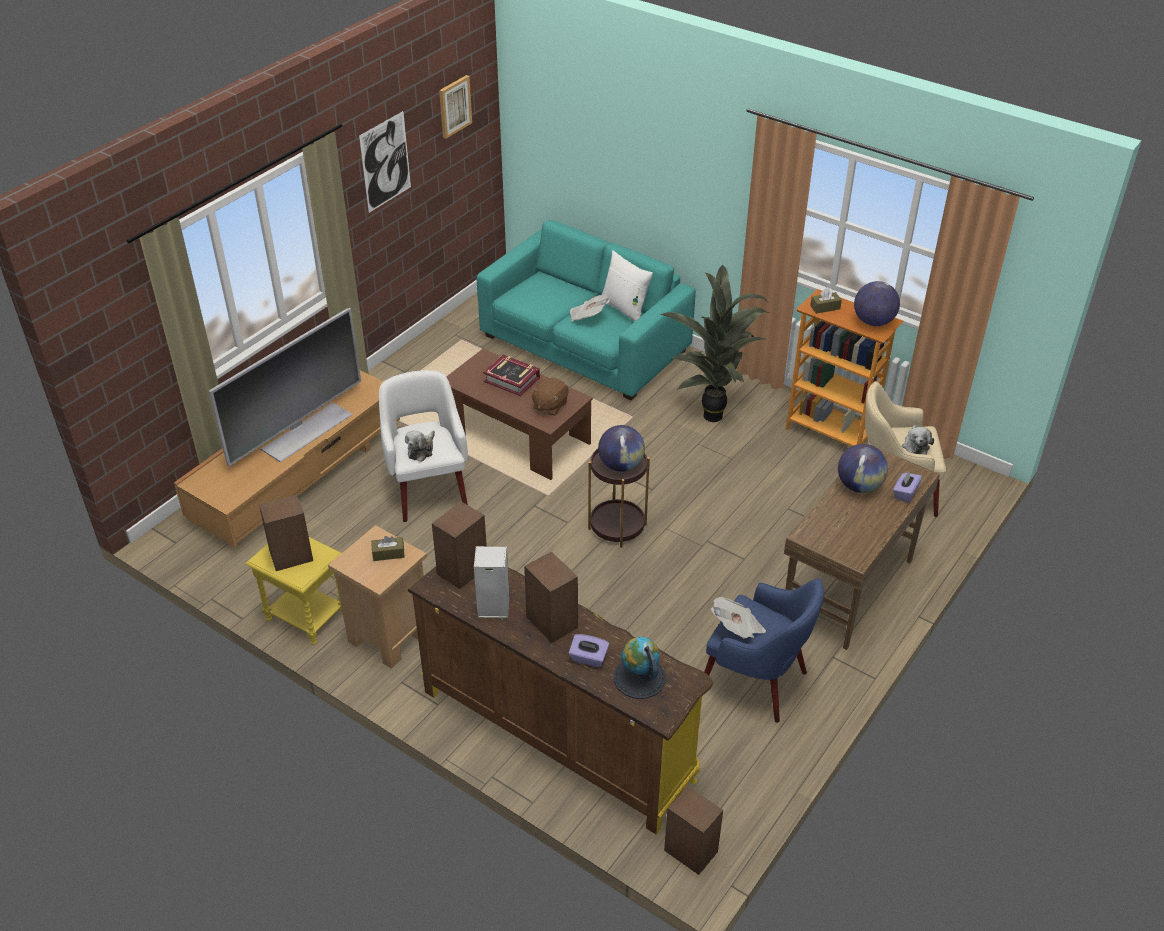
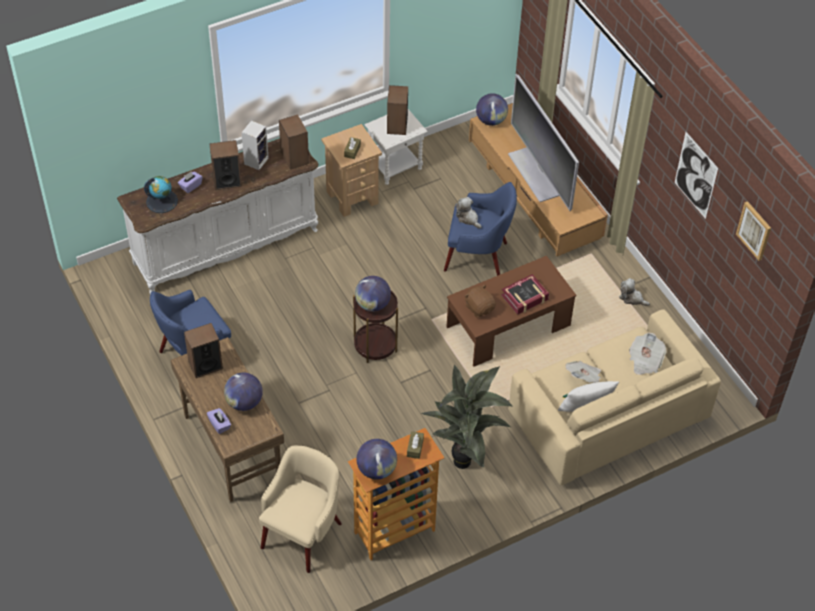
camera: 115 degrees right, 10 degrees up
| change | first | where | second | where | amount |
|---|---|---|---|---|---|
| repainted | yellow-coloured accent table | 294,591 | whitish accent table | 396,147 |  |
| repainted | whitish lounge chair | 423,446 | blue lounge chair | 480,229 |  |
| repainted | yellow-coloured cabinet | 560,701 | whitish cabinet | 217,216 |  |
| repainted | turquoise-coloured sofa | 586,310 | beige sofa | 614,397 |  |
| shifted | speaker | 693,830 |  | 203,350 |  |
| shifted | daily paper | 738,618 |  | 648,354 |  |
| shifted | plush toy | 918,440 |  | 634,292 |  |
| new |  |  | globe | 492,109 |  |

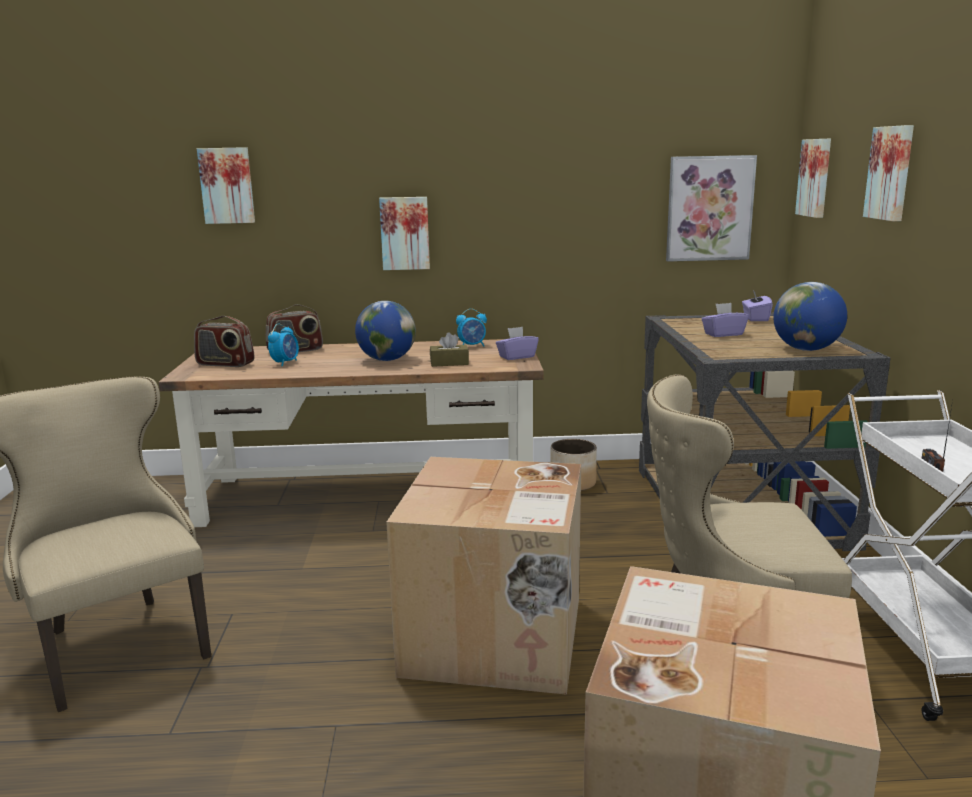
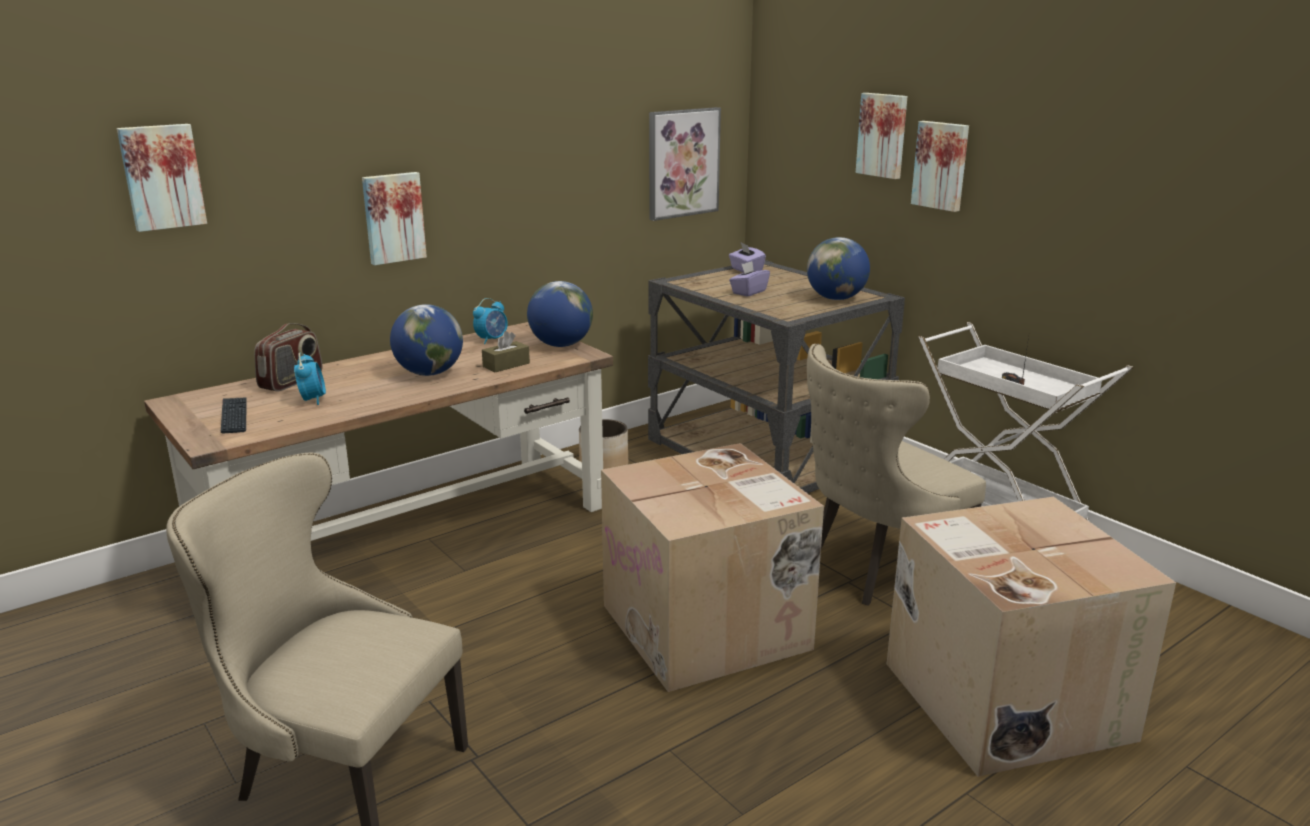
camera: 35 degrees left, 5 degrees up
| change | first | where | second | where | amount |
|---|---|---|---|---|---|
| swapped | radio receiver | 224,341 | keyboard | 233,415 |  |
| swapped | purple-coloured box of tissues | 517,343 | globe | 560,314 |  |
| shifted | wall art | 813,178 |  | 940,166 |  |

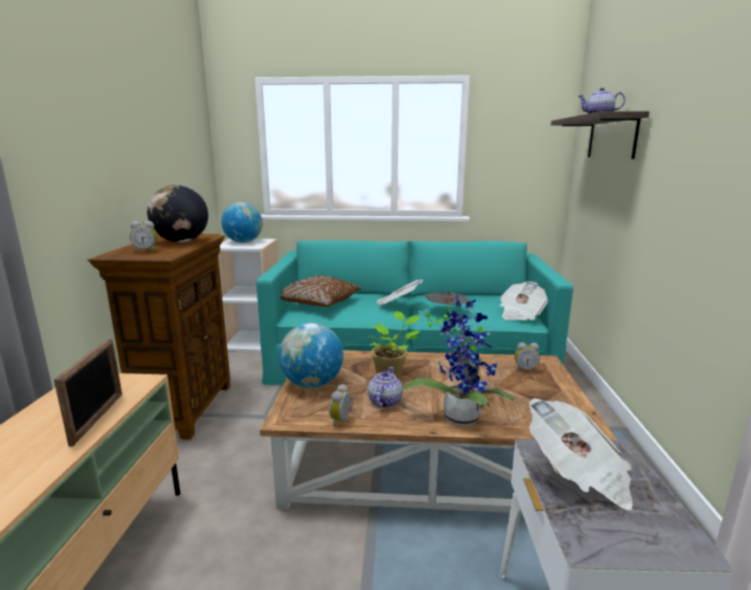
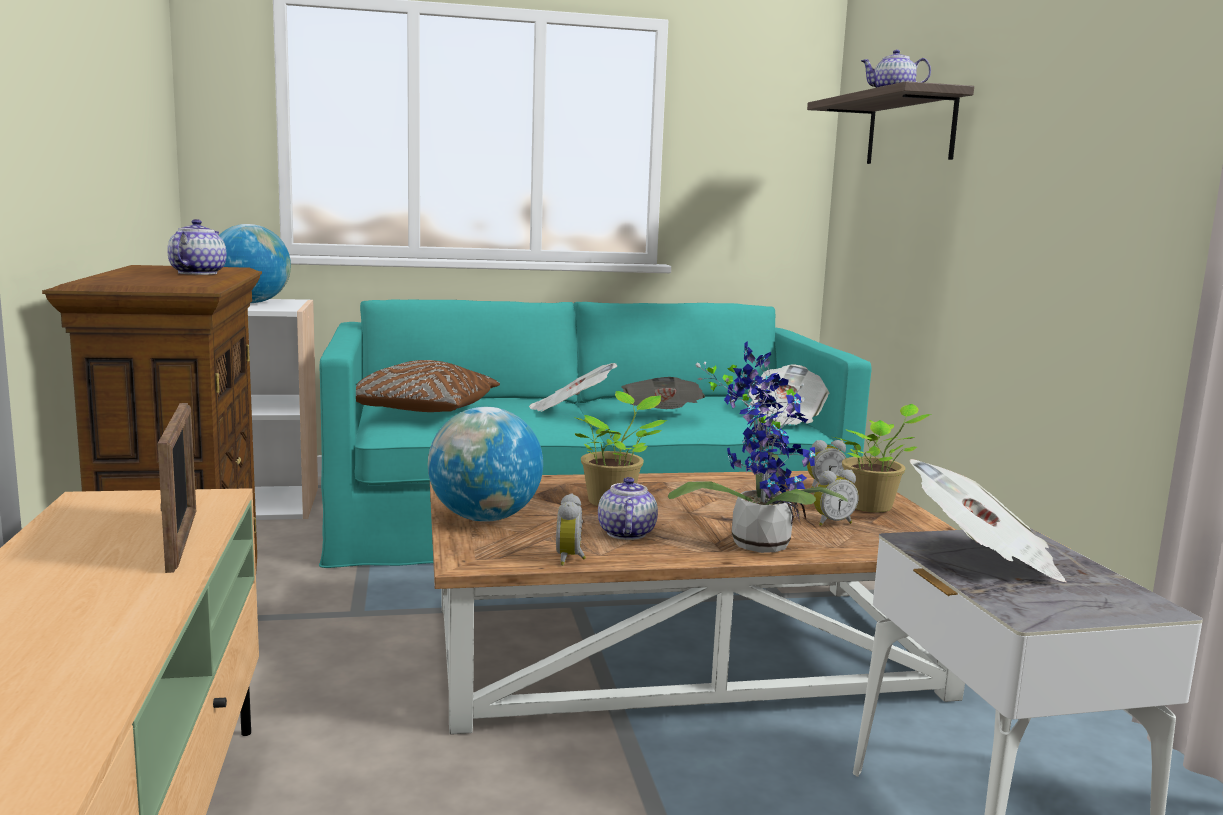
camera: 15 degrees left, 5 degrees down
| change | first | where | second | where | amount |
|---|---|---|---|---|---|
| shifted | table clock | 144,236 |  | 836,498 |  |
| swapped | globe | 177,213 | pot for tea | 197,247 |  |
| new |  |  | potted plant | 883,458 |  |

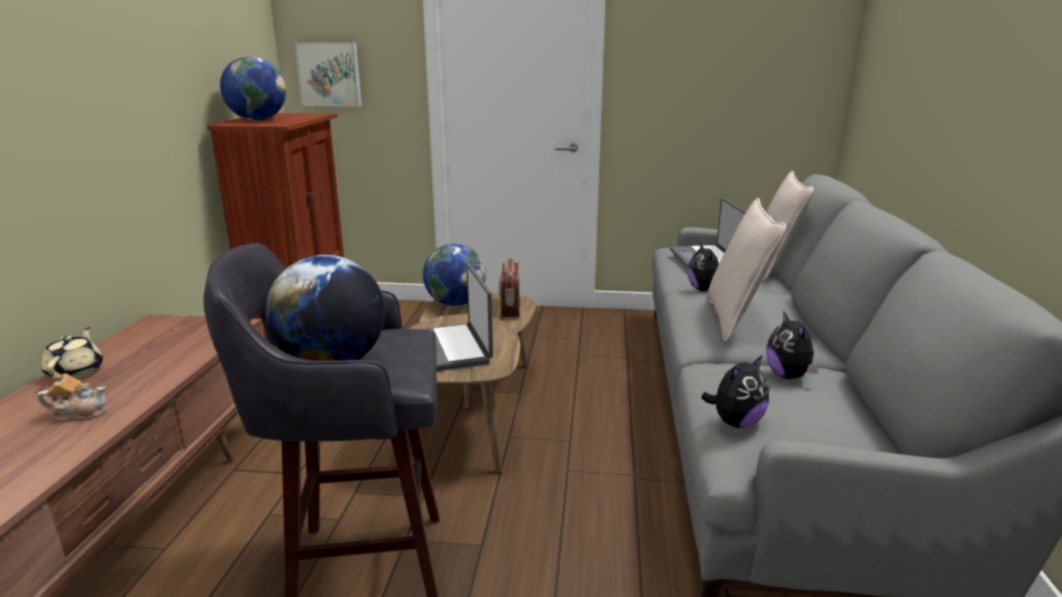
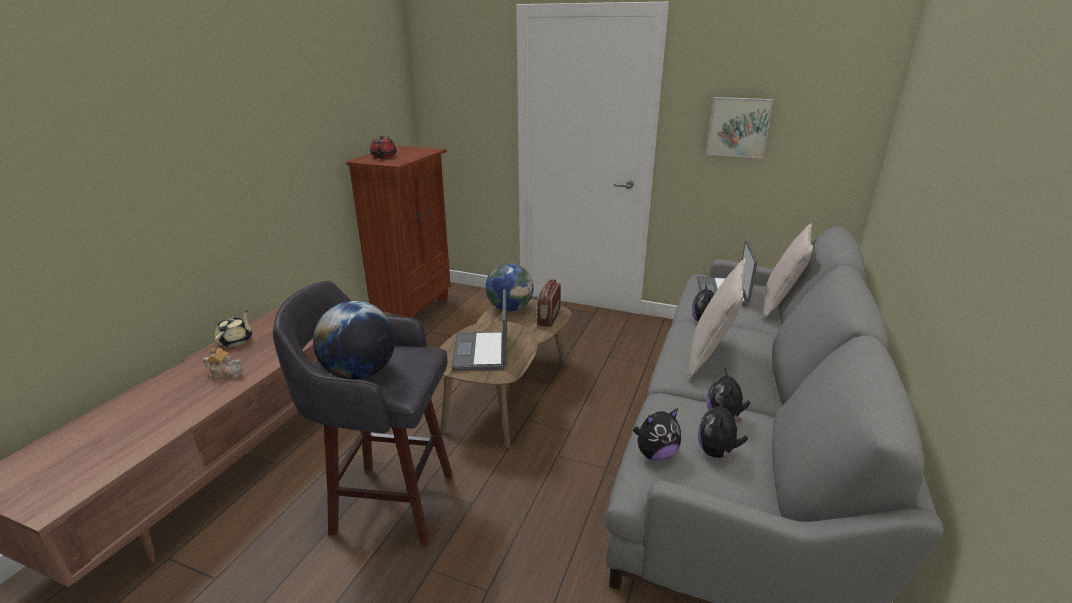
camera: 15 degrees right, 5 degrees up
| change | first | where | second | where | amount |
|---|---|---|---|---|---|
| swapped | globe | 253,89 | red-coloured pot for tea | 383,147 |  |
| shifted | wall art | 328,74 |  | 740,128 |  |
| new |  |  | plush toy | 723,429 |  |

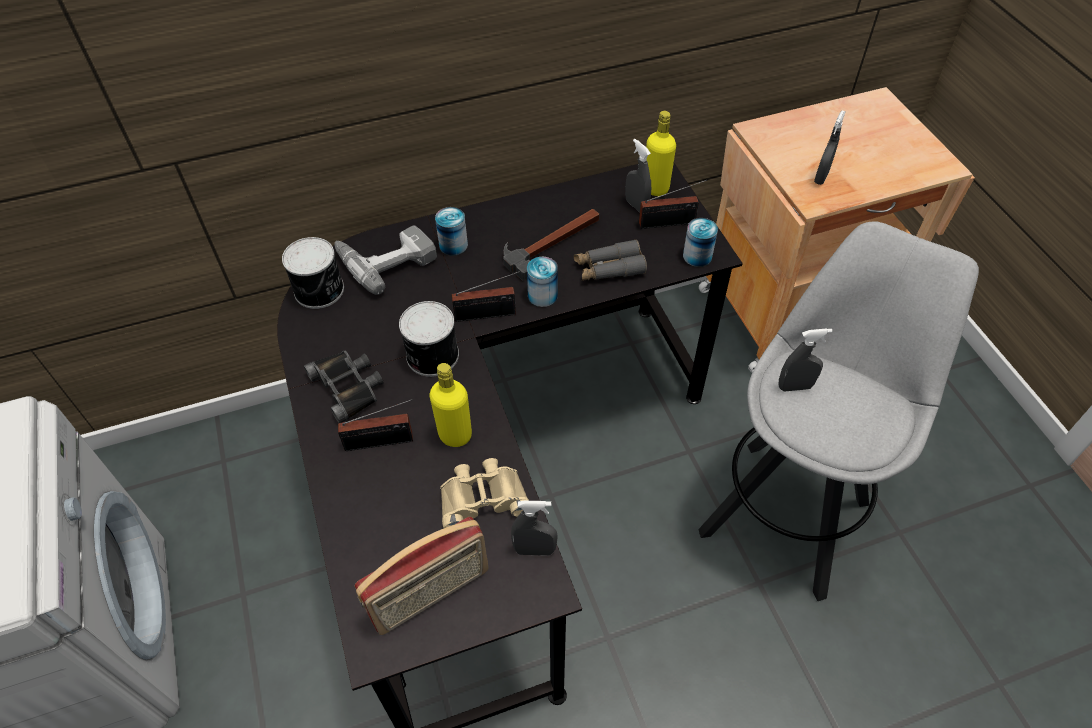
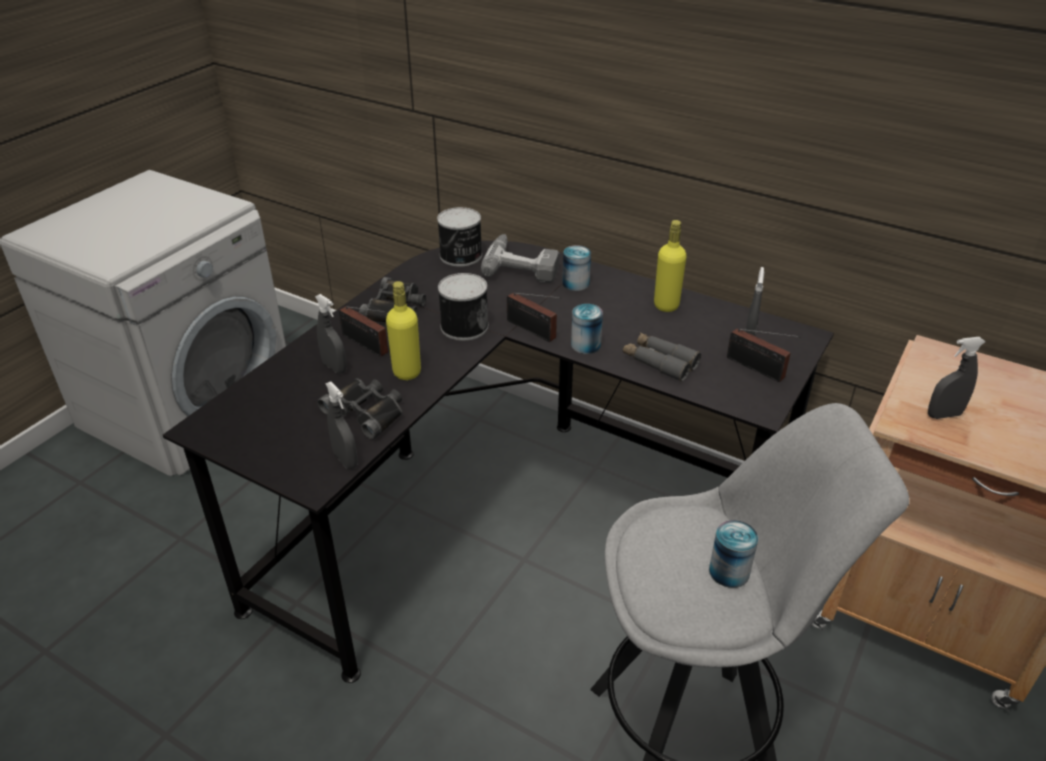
camera: 50 degrees right, 15 degrees down
| change | first | where | second | where | amount |
|---|---|---|---|---|---|
| gone | radio receiver | 421,576 |  |  |  |
| repainted | beige pair of binoculars | 484,493 | blackish pair of binoculars | 360,408 |  |
| gone | hammer | 551,245 |  |  |  |
| shifted | yellow-coloured beverage bottle | 661,153 |  | 670,266 |  |
| shifted | can | 700,242 |  | 733,554 |  |
| shifted | grey sprayer | 806,359 |  | 330,334 |  |

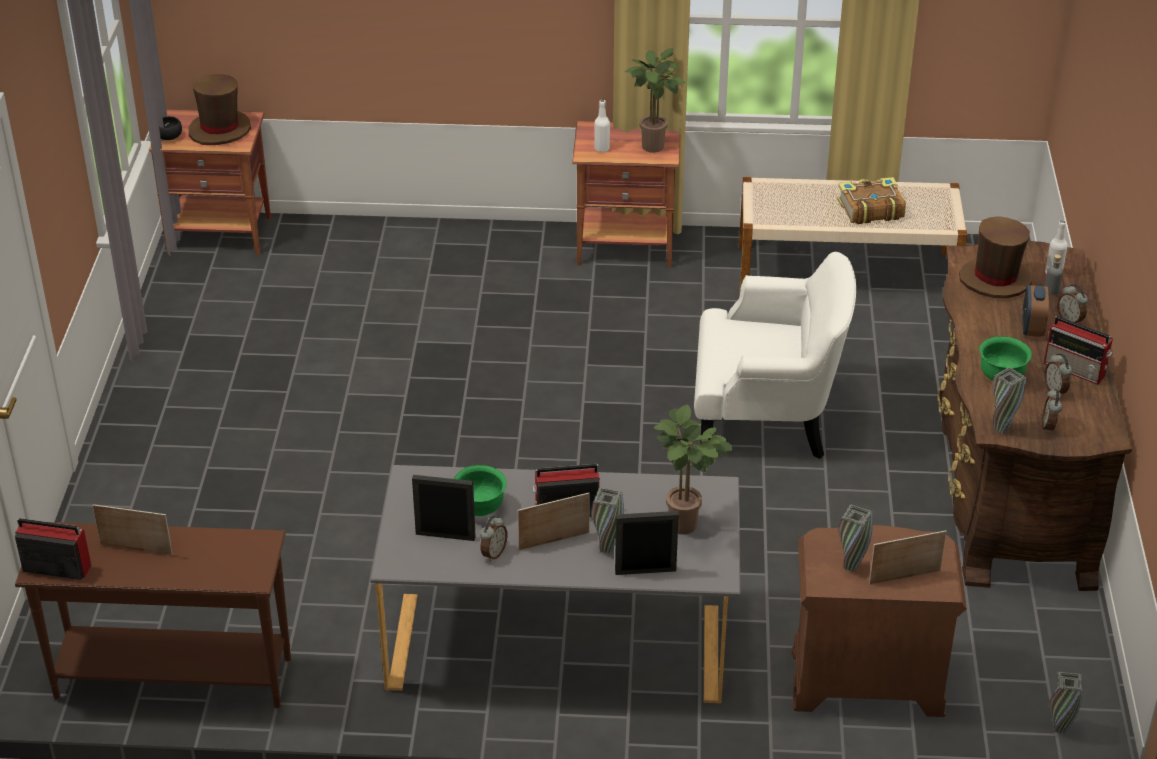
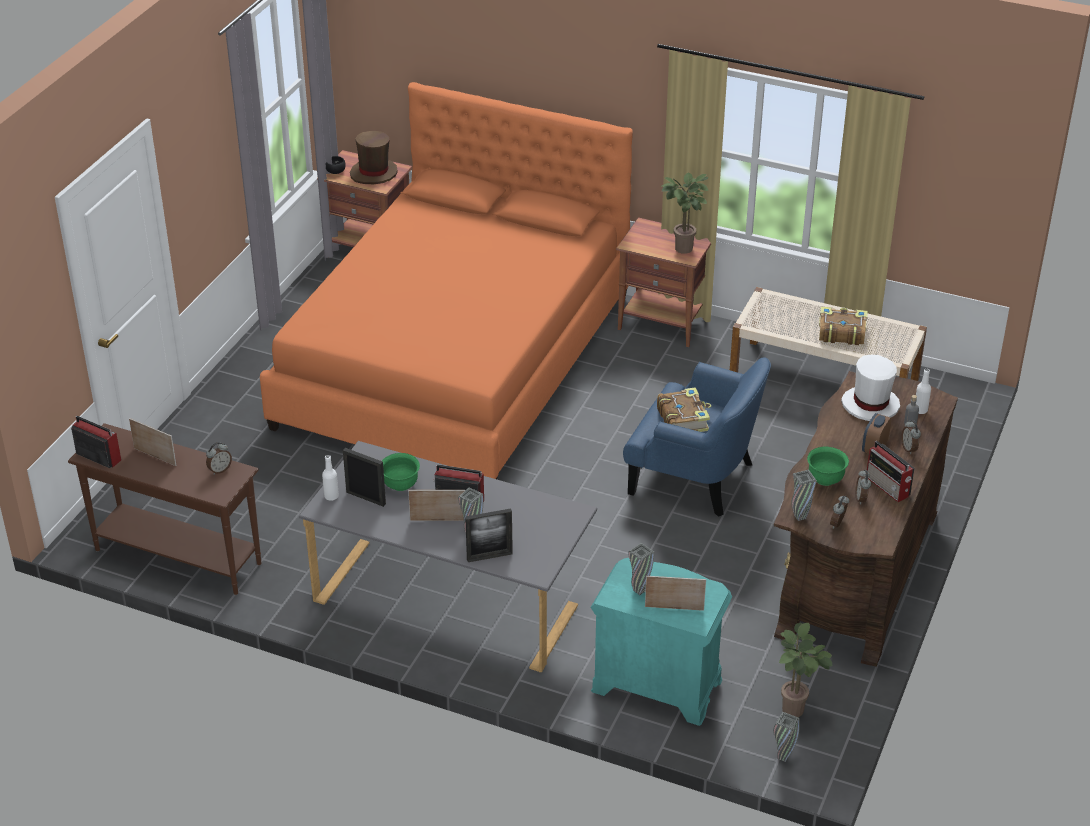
camera: 20 degrees right, 0 degrees up
| change | first | where | second | where | amount |
|---|---|---|---|---|---|
| shifted | table clock | 494,538 |  | 219,458 |  |
| shifted | whitish beverage bottle | 602,126 |  | 330,477 |  |
| rotated | standing frame | 647,543 |  | 489,535 | 150 degrees clockwise |
| shifted | potted plant | 693,469 |  | 805,670 |  |
| repainted | whitish lounge chair | 775,355 | blue lounge chair | 697,437 |  |
| repainted | brownish bedside table | 879,621 | turquoise-coloured bedside table | 661,642 |  |
| repainted | brownish hat | 995,257 | whitish hat | 870,388 |  |
| new |  |  | orangey bedroom bed | 446,280 |  |
| new |  |  | bound book | 684,409 |  |

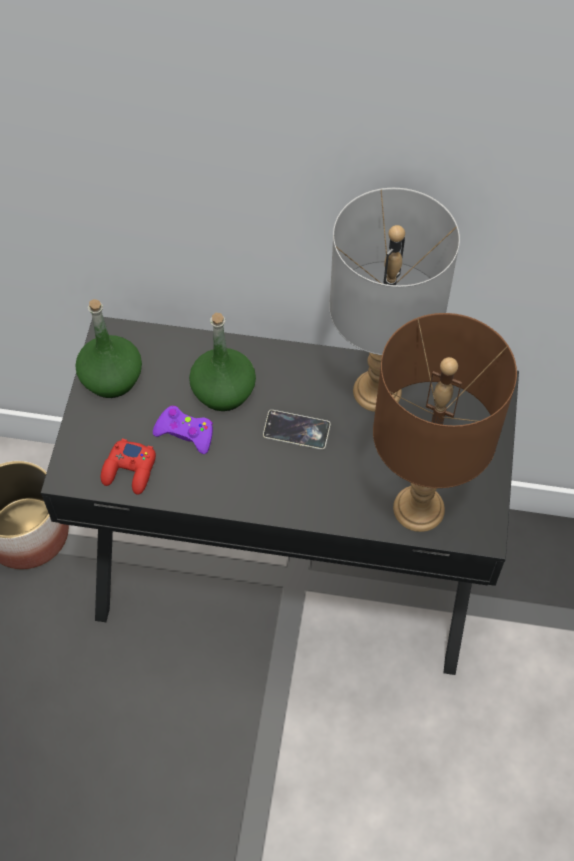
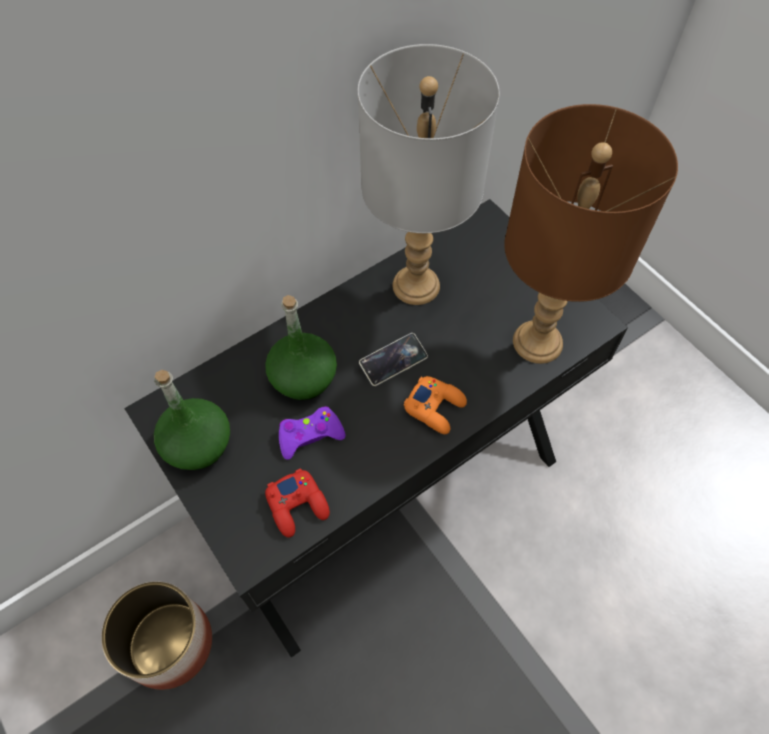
camera: 45 degrees left, 0 degrees up
| change | first | where | second | where | amount |
|---|---|---|---|---|---|
| new |  |  | orangey joypad | 435,405 |  |

